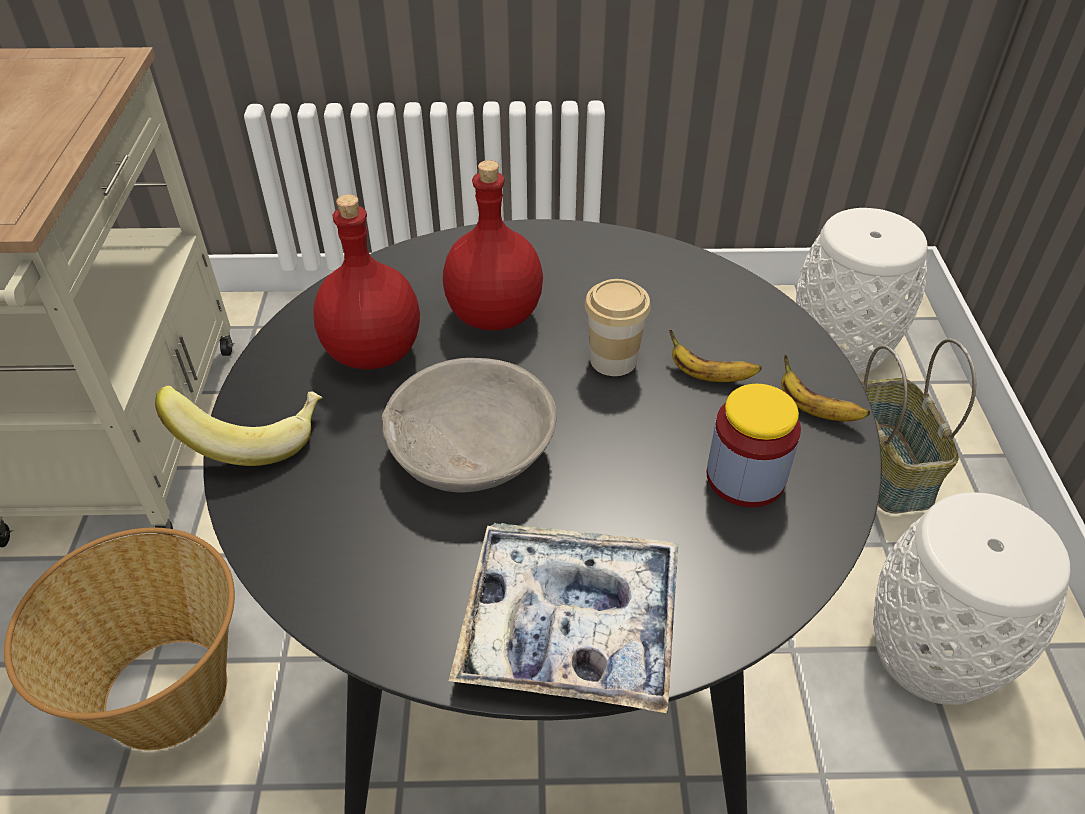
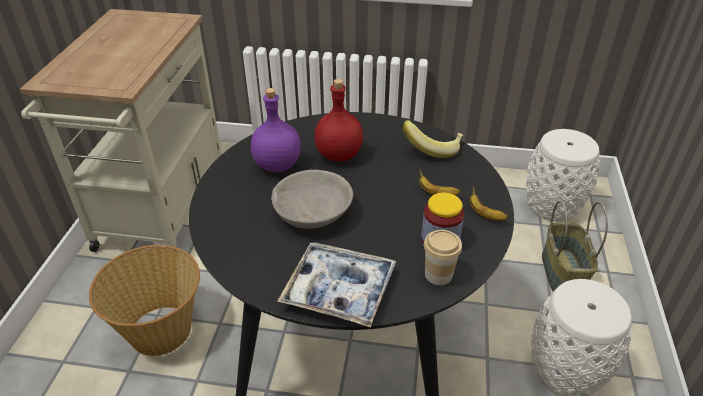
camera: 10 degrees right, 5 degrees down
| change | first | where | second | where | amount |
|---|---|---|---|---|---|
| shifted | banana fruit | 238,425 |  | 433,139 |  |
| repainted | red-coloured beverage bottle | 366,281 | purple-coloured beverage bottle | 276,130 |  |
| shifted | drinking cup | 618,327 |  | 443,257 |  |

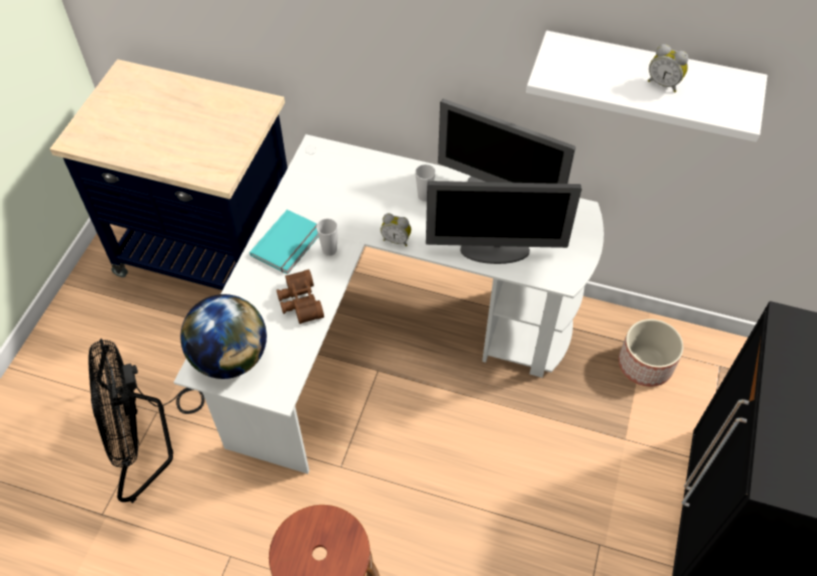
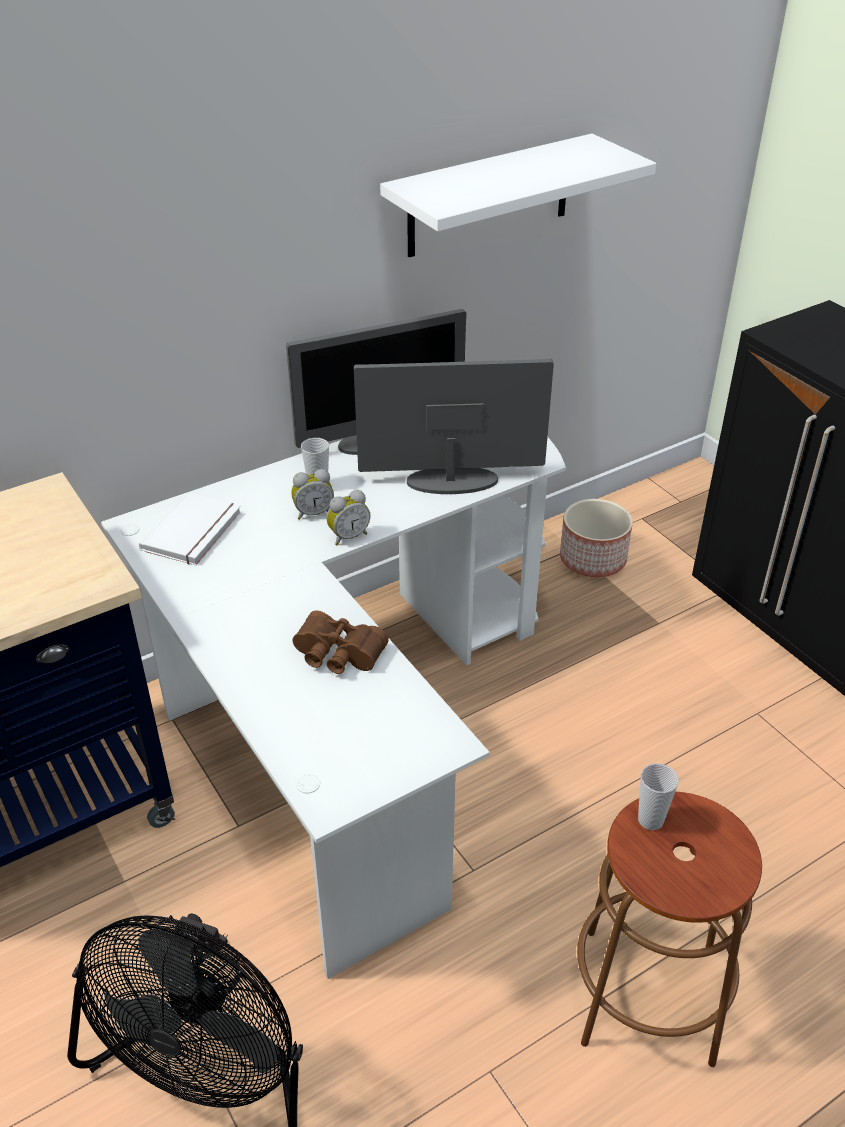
camera: 50 degrees left, 15 degrees down
| change | first | where | second | where | amount |
|---|---|---|---|---|---|
| gone | globe | 223,336 |  |  |  |
| gone | turquoise-coloured bound book | 284,242 |  |  |  |
| shifted | drinking cup | 327,237 |  | 658,796 |  |
| rotated | monitor | 504,222 |  | 454,426 | 135 degrees counterclockwise |
| shifted | table clock | 668,68 |  | 312,494 |  |
| new |  |  | whitish bound book | 190,529 |  |

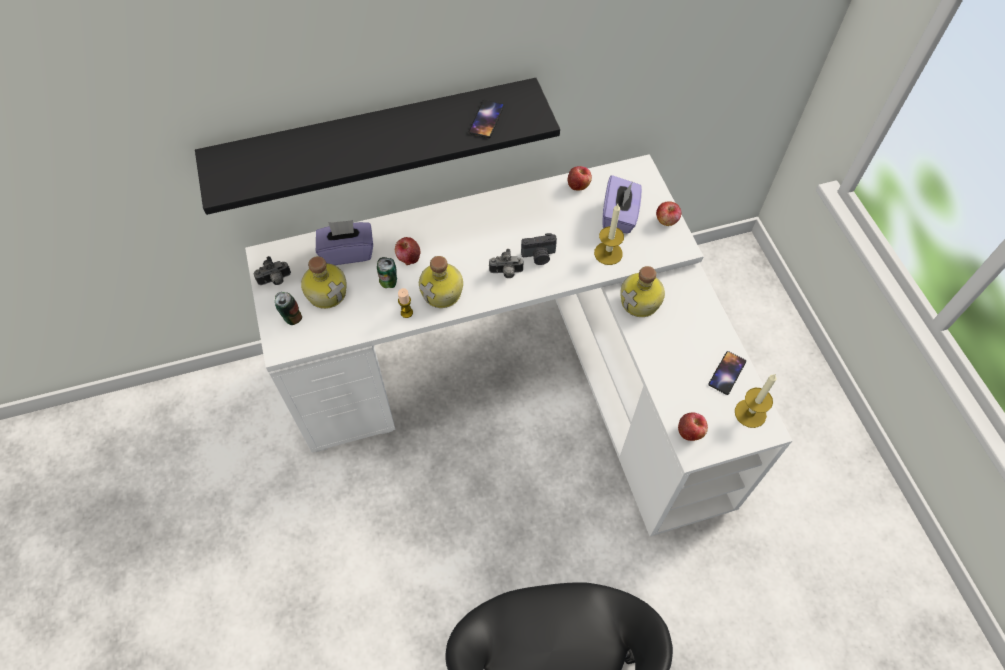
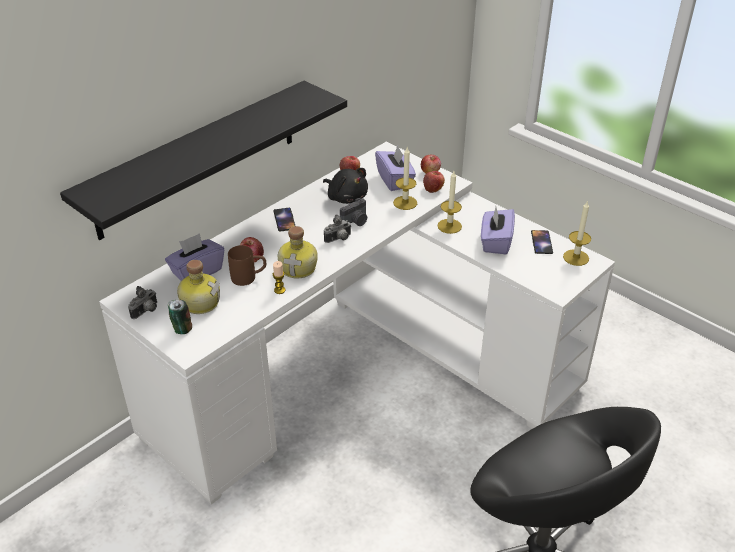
camera: 30 degrees left, 20 degrees down
| change | first | where | second | where | amount |
|---|---|---|---|---|---|
| swapped | can | 387,272 | brownish mug | 247,265 |  |
| shifted | telephone | 486,119 |  | 284,220 |  |
| swapped | beverage bottle | 642,291 | wax light | 450,202 |  |
| shifted | apple | 693,426 |  | 434,182 |  |
| new |  |  | blackish plush toy | 345,186 |  |
| new |  |  | purple-coloured box of tissues | 498,230 |  |

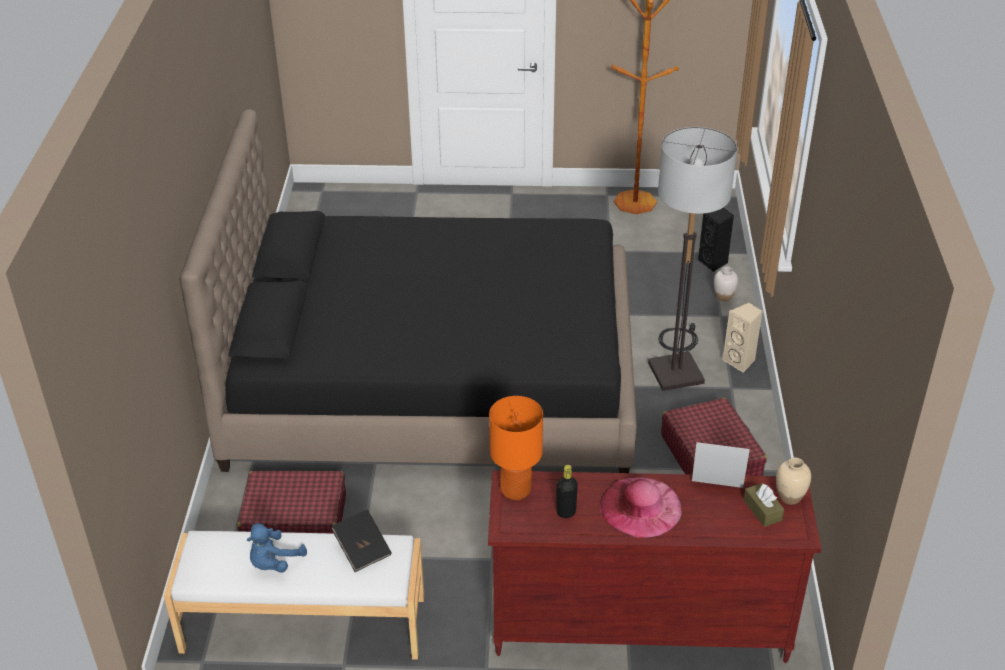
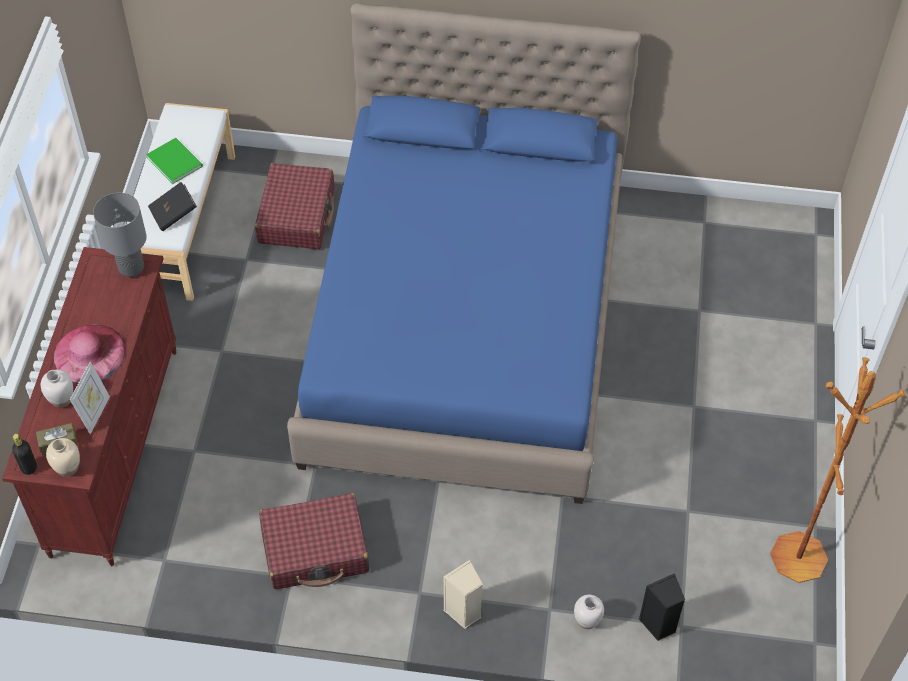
camera: 95 degrees right, 15 degrees up
| change | first | where | second | where | amount |
|---|---|---|---|---|---|
| repainted | blackish bedroom bed | 408,291 | blue bedroom bed | 464,253 |  |
| swapped | blue plush toy | 277,548 | green-coloured bound book | 174,161 |  |
| repainted | orangey lamp for a table | 516,448 | grey lamp for a table | 119,235 |  |
| shifted | blackish beverage bottle | 567,491 |  | 24,454 |  |
| gone | standing lamp | 692,259 |  |  |  |
| new |  |  | whitish decorative vase | 57,389 |  |

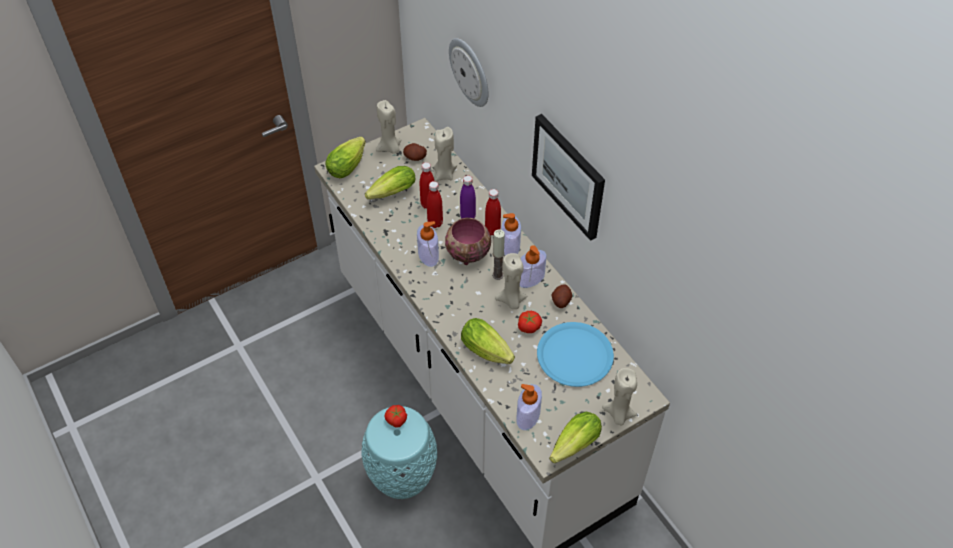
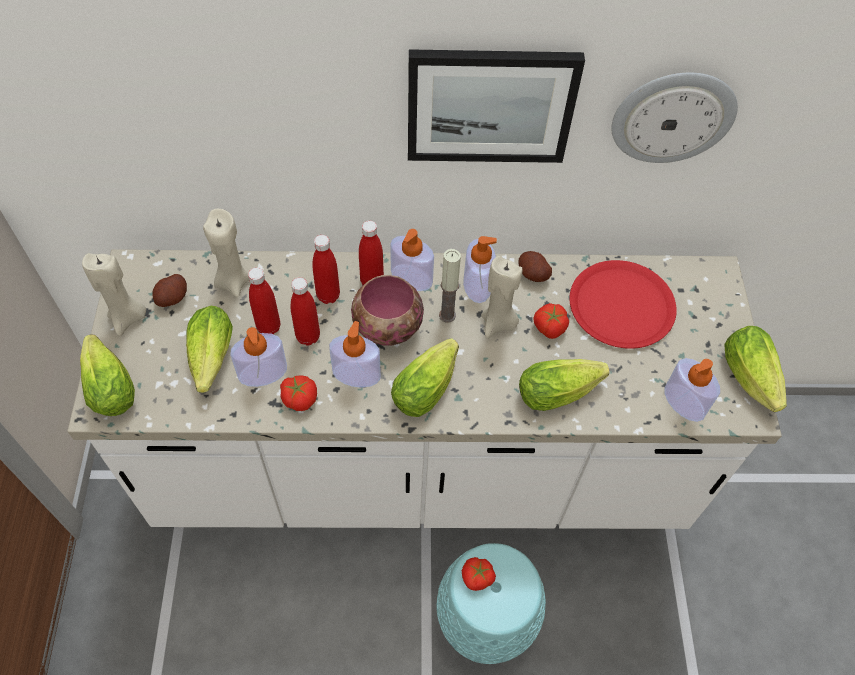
camera: 60 degrees left, 5 degrees up
| change | first | where | second | where | amount |
|---|---|---|---|---|---|
| shifted | hanging clock | 469,72 |  | 674,118 |  |
| repainted | purple-coloured beverage bottle | 468,197 | red-coloured beverage bottle | 326,269 |  |
| repainted | blue plate | 575,354 | red-coloured plate | 623,304 |  |
| gone | beige wax light | 619,396 |  |  |  |
| new |  |  | soap dispenser | 258,357 |  |
| new |  |  | tomato | 298,393 |  |
| new |  |  | lettuce head | 425,377 |  |

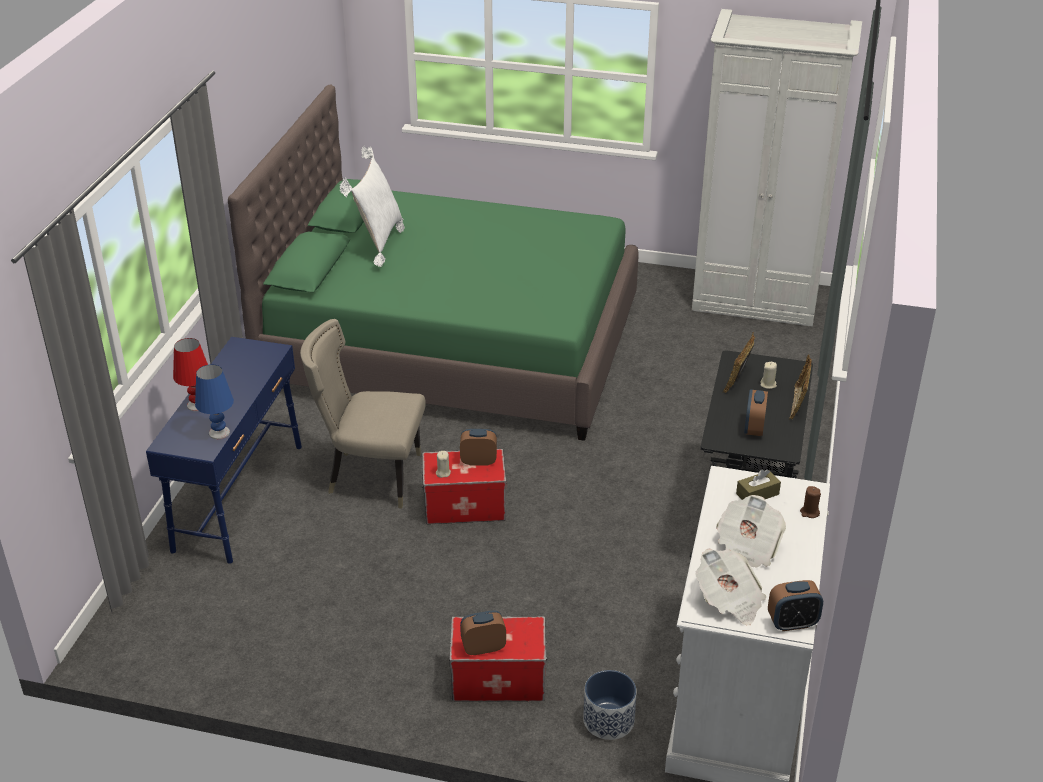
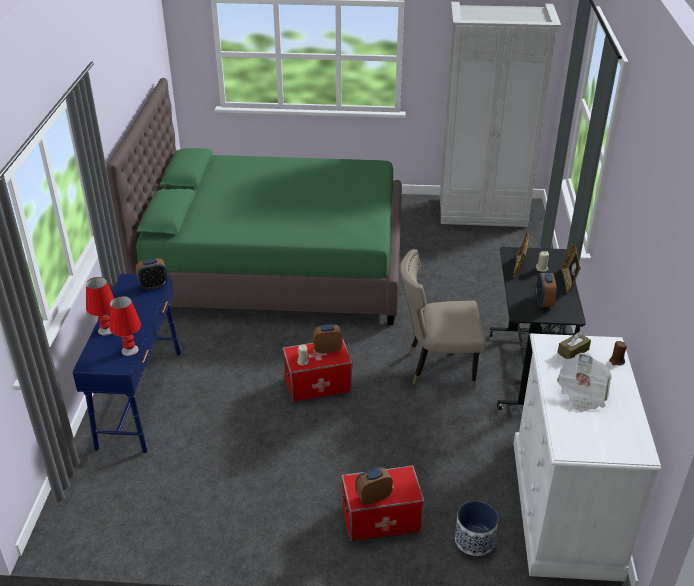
camera: 10 degrees left, 0 degrees up
| change | first | where | second | where | amount |
|---|---|---|---|---|---|
| repainted | blue lamp for a table | 214,402 | red-coloured lamp for a table | 125,326 |  |
| shifted | beige chair | 363,414 |  | 443,319 |  |
| gone | whitish throw pillow | 372,206 |  |  |  |
| gone | daily paper | 731,586 |  |  |  |
| shifted | table clock | 795,605 |  | 152,274 |  |

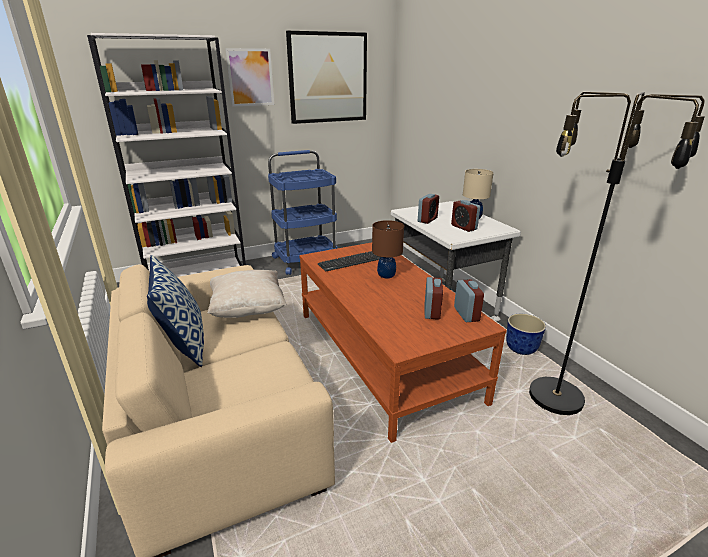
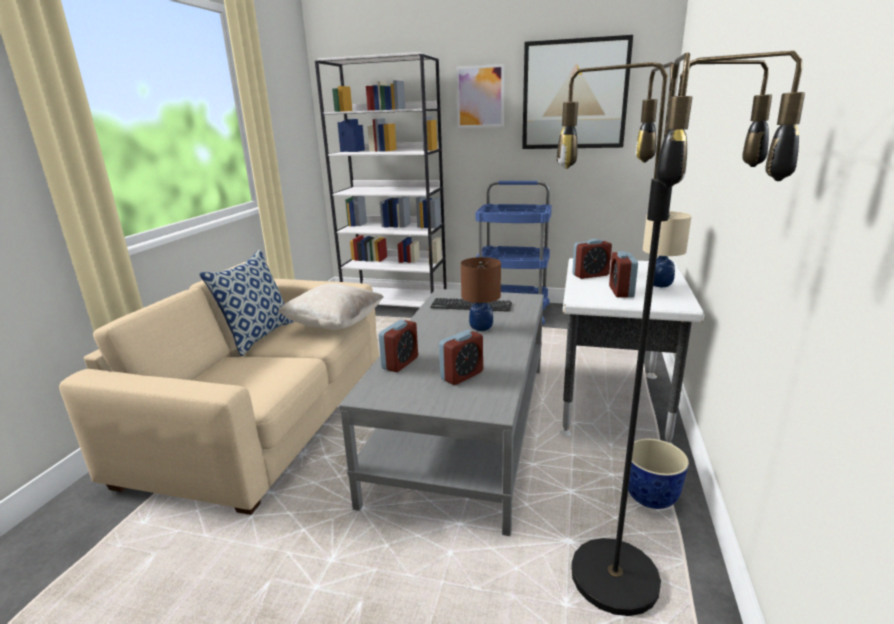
camera: 40 degrees right, 5 degrees down
| change | first | where | second | where | amount |
|---|---|---|---|---|---|
| repainted | brownish lounge table | 403,342 | grey lounge table | 441,412 |  |
| shifted | table clock | 469,300 |  | 398,345 |  |

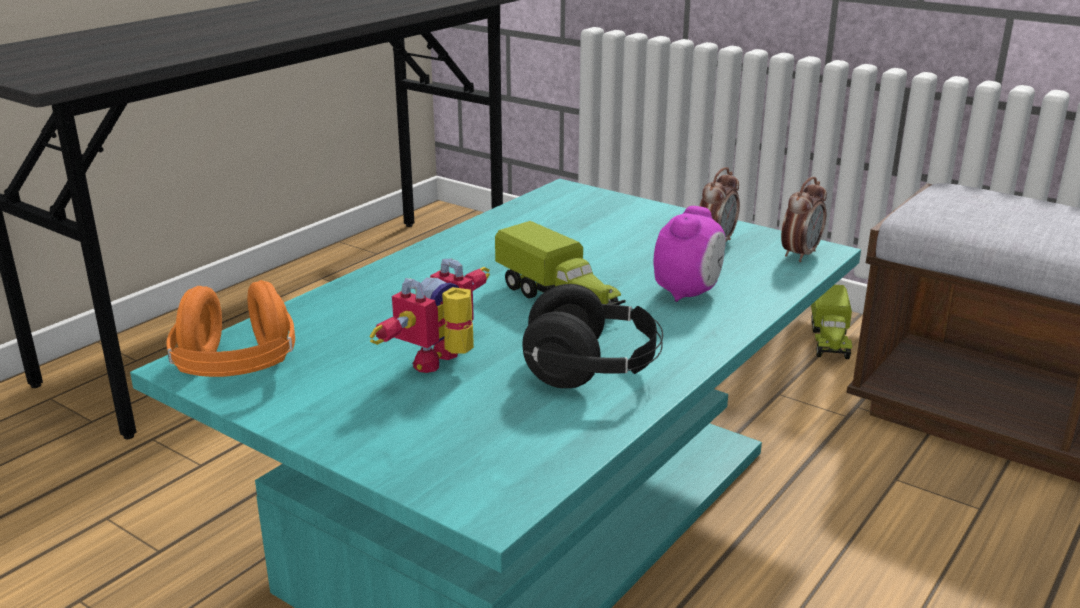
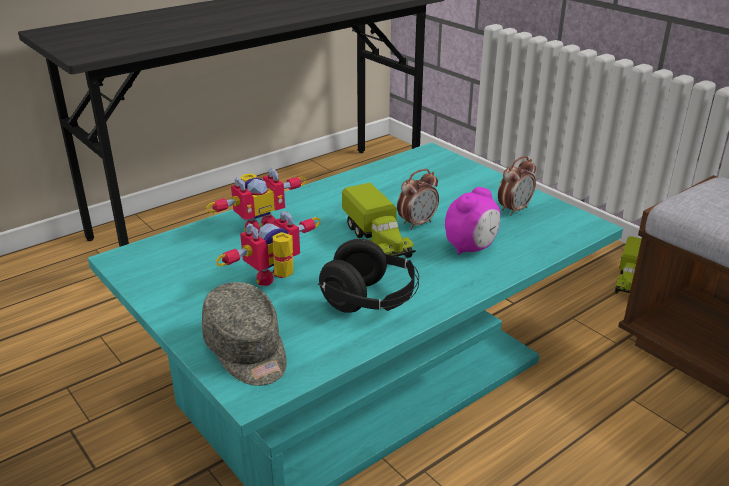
camera: 15 degrees right, 5 degrees up
| change | first | where | second | where | amount |
|---|---|---|---|---|---|
| gone | orangey headset | 230,328 |  |  |  |
| shifted | table clock | 804,219 |  | 418,199 |  |
| new |  |  | grey peaked cap | 244,334 |  |
| new |  |  | toy robot | 256,201 |  |

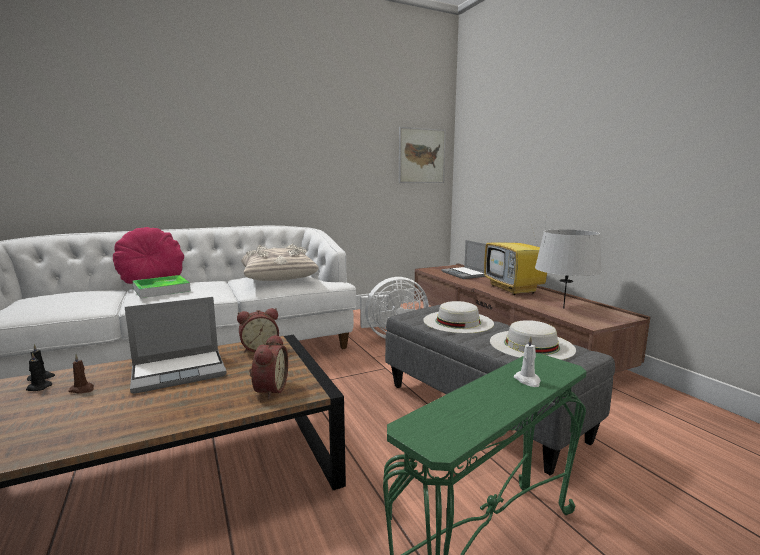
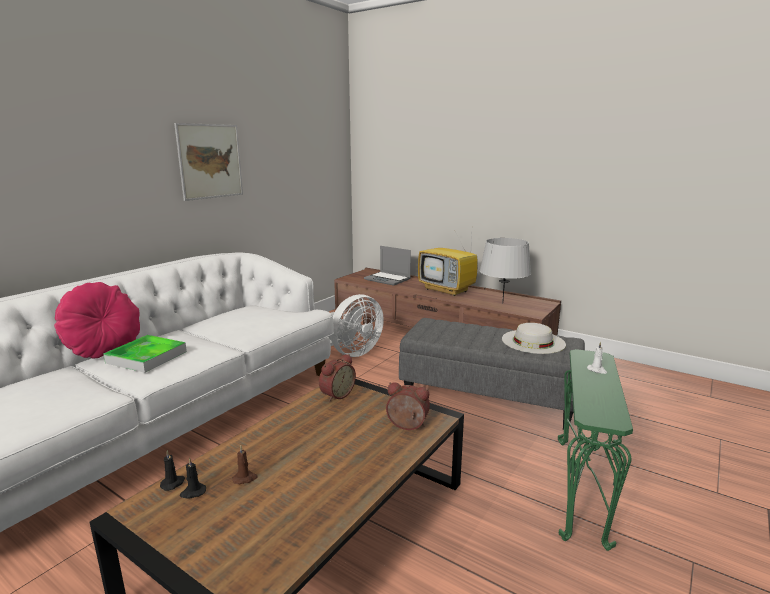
camera: 30 degrees left, 5 degrees up
| change | first | where | second | where | amount |
|---|---|---|---|---|---|
| gone | laptop | 176,345 |  |  |  |
| gone | beige throw pillow | 280,262 |  |  |  |
| rotated | table clock | 268,366 |  | 408,406 | 45 degrees counterclockwise |
| shifted | wall art | 422,155 |  | 208,162 |  |
| gone | whitish hat | 458,317 |  |  |  |

